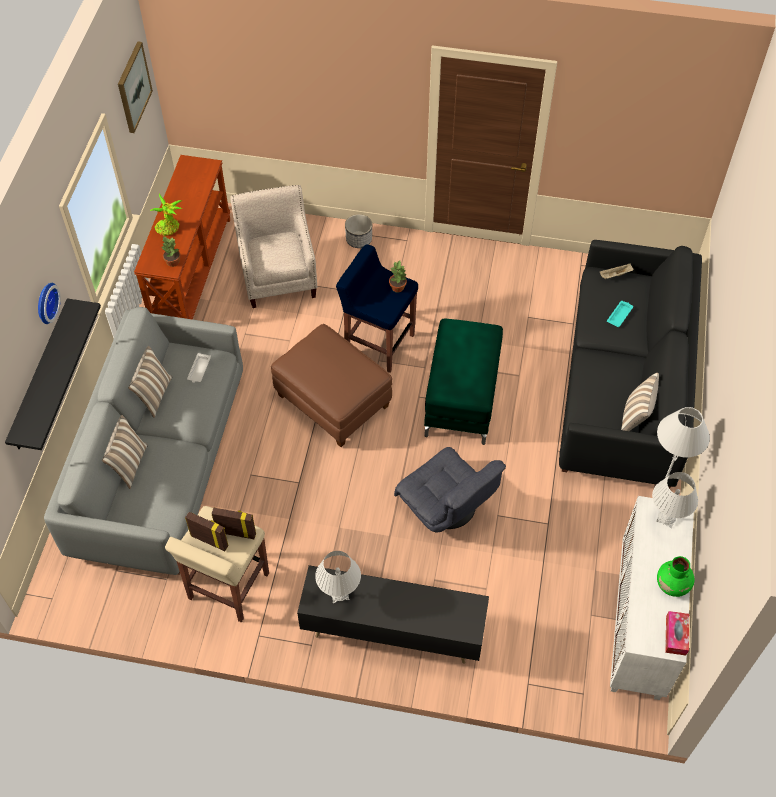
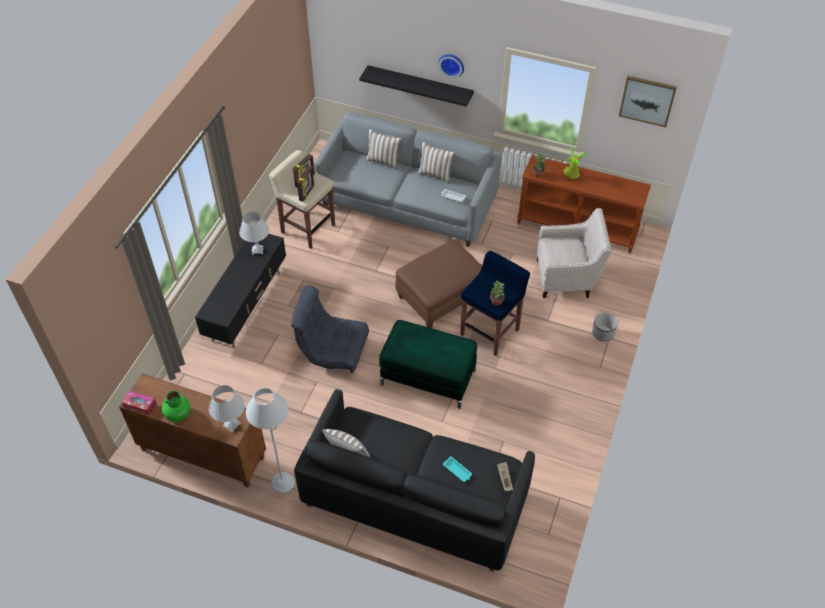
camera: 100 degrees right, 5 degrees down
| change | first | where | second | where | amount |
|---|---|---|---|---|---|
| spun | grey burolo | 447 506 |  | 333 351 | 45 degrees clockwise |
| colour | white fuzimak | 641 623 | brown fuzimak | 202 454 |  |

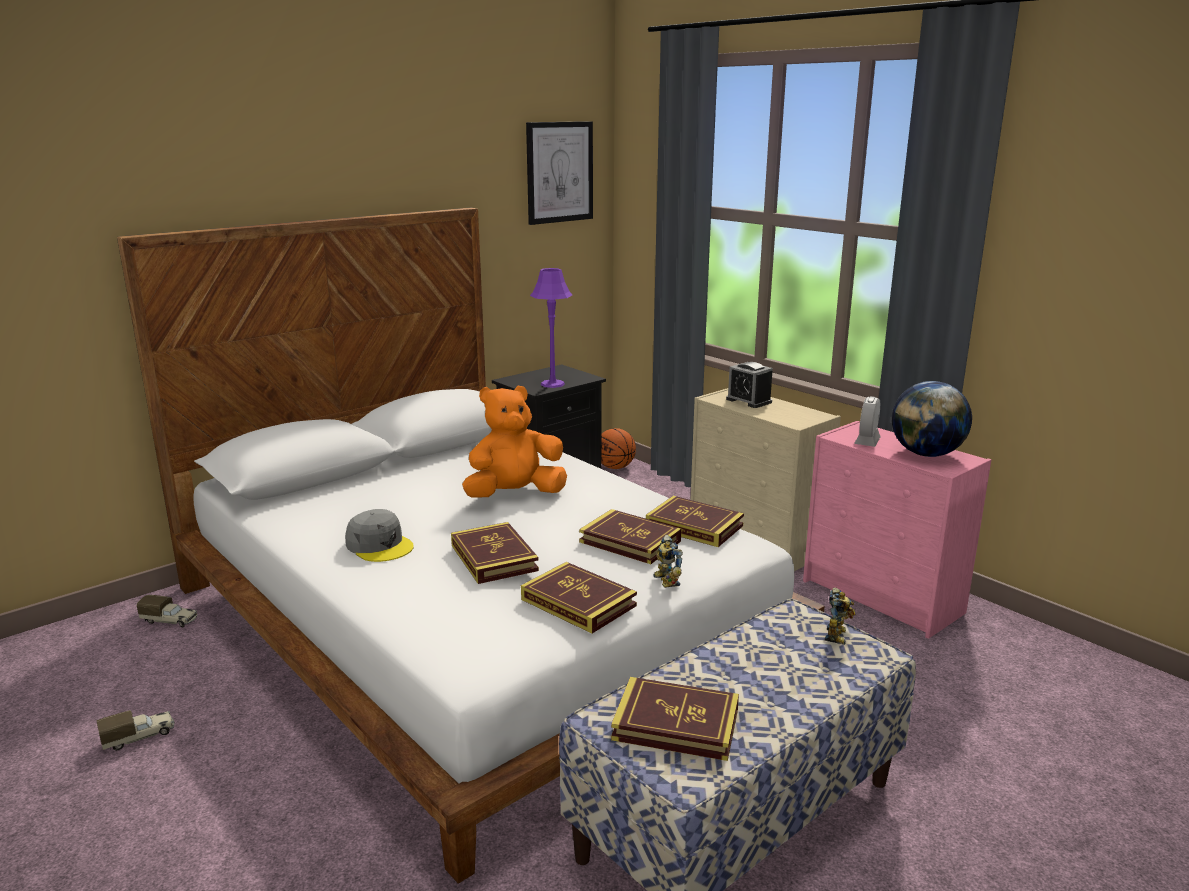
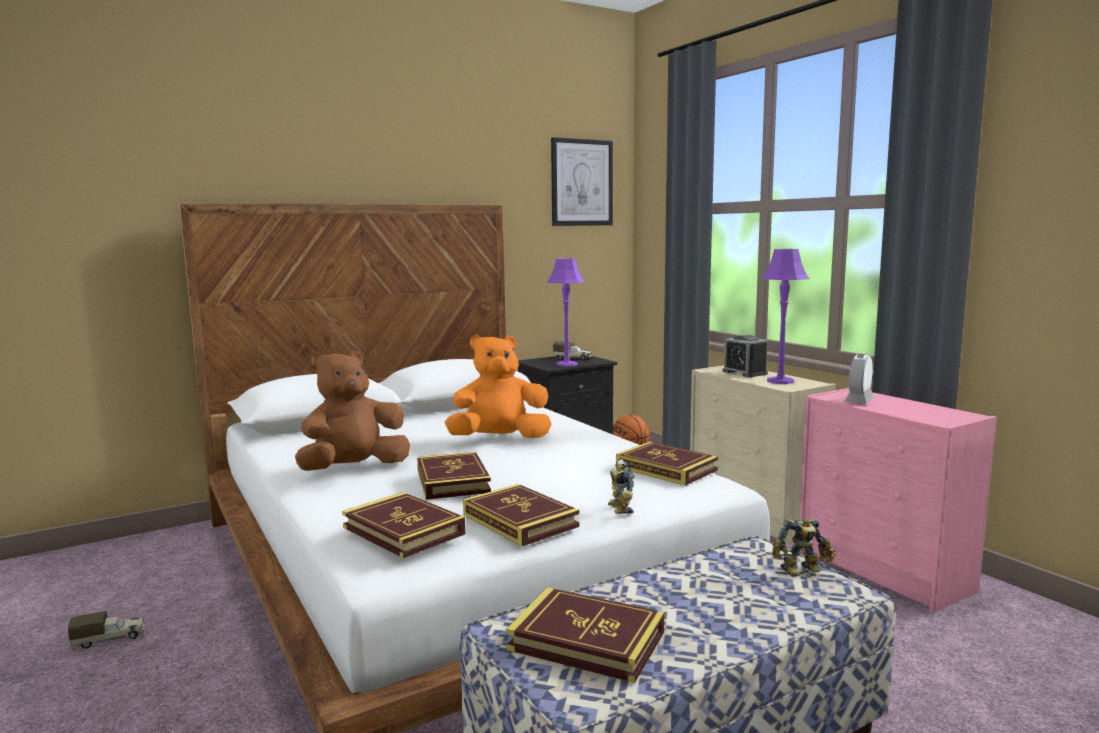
camera: 10 degrees right, 10 degrees down
| change | first | where | second | where | amount |
|---|---|---|---|---|---|
| relocated | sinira | 170 621 |  | 573 358 |  |
| exchanged | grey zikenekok | 379 545 | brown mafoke | 354 469 |  |
| relocated | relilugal | 630 541 |  | 403 531 |  |
| spun | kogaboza | 838 635 |  | 803 571 | 45 degrees clockwise |
| missing | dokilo | 926 454 |  |  |  |
| appeared |  |  | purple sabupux | 780 381 |  |

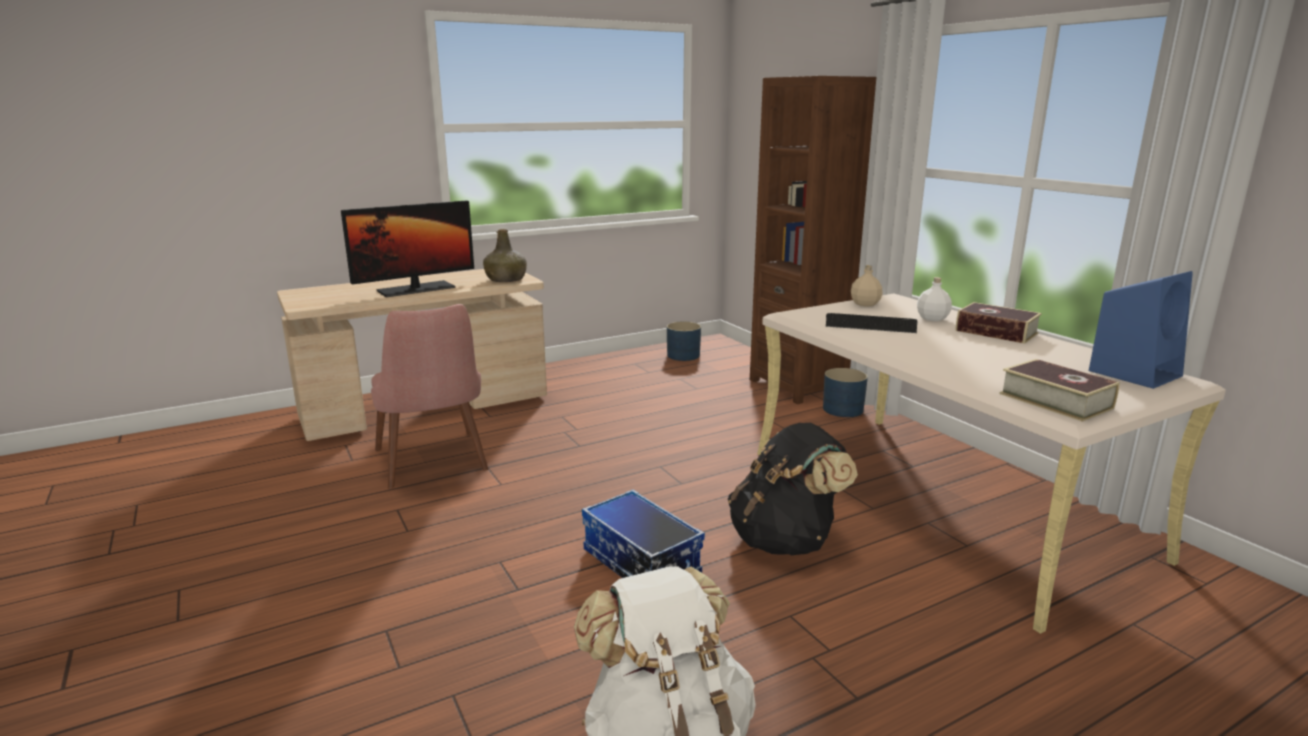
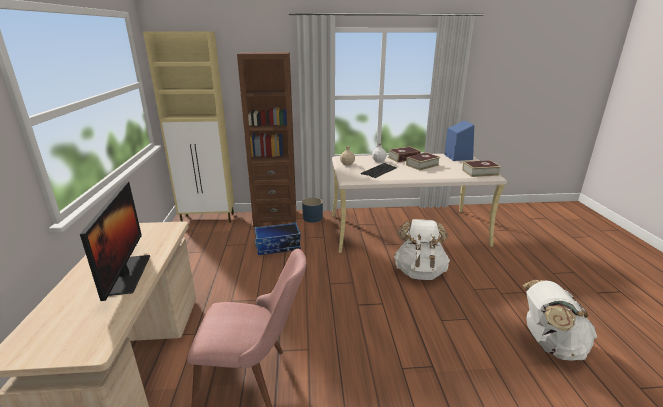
camera: 65 degrees left, 5 degrees up
| change | first | where | second | where | amount |
|---|---|---|---|---|---|
| missing | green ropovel | 506 279 |  |  |  |
| relocated | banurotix | 640 563 |  | 277 247 |  |
| missing | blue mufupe | 683 355 |  |  |  |
| colour | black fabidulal | 785 540 | white fabidulal | 419 271 |  |
| appeared |  |  | beige fuzimak | 209 218 |  |
| appeared |  |  | relilugal | 422 165 |  |

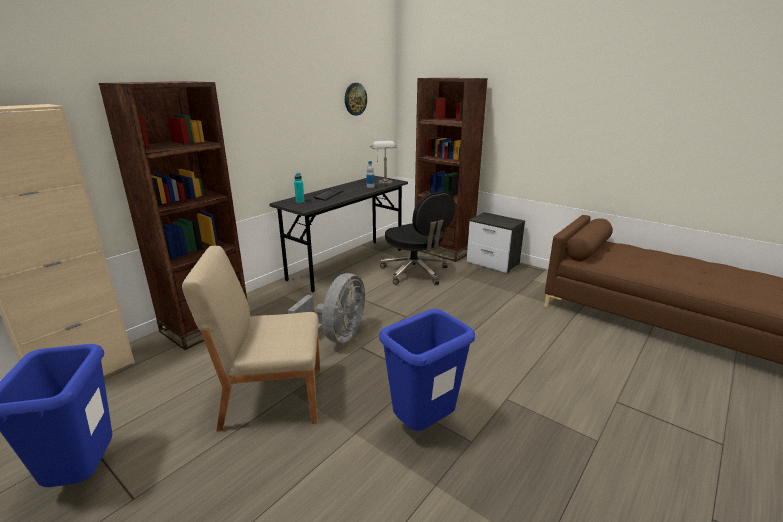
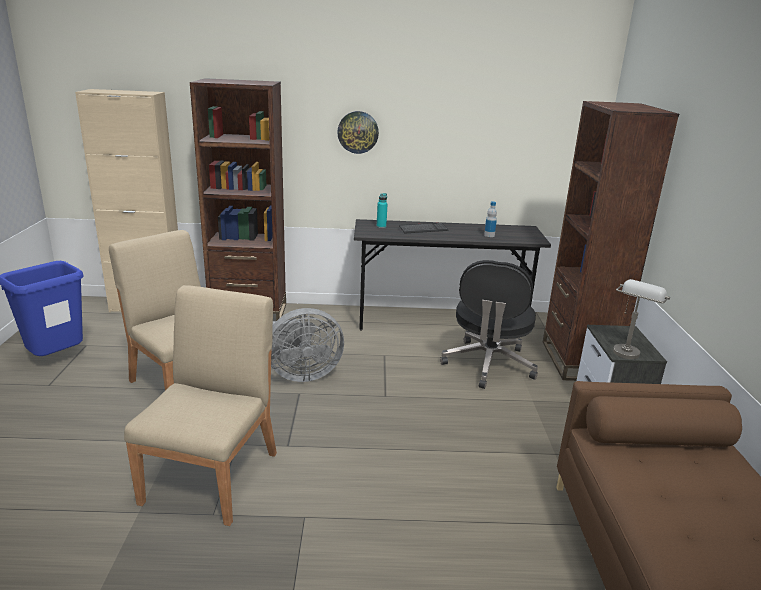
camera: 50 degrees right, 0 degrees up
| change | first | where | second | where | amount |
|---|---|---|---|---|---|
| relocated | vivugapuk | 355 99 |  | 358 132 |  |
| relocated | grey sabupux | 383 182 |  | 628 349 |  |
| exchanged | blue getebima | 424 426 | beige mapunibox | 213 476 |  |

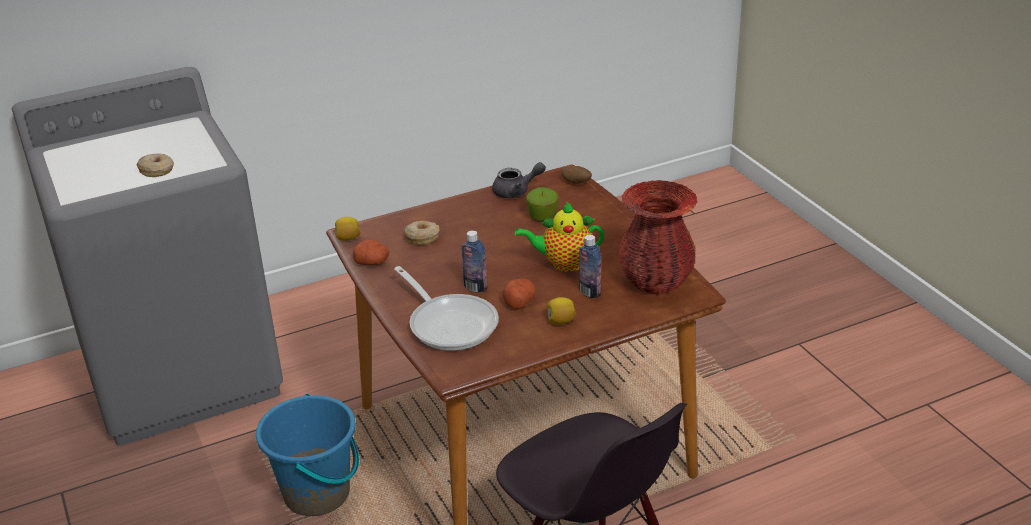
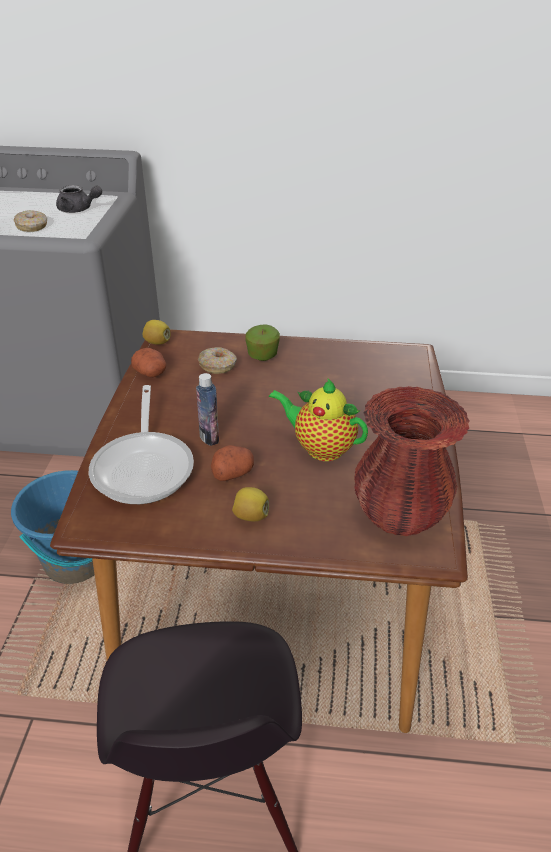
camera: 30 degrees right, 5 degrees up
| change | first | where | second | where | amount |
|---|---|---|---|---|---|
| relocated | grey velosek | 516 191 |  | 78 210 |  |
| relocated | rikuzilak | 542 216 |  | 262 355 |  |
| missing | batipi | 576 183 |  |  |  |
| missing | ropovel | 590 292 |  |  |  |

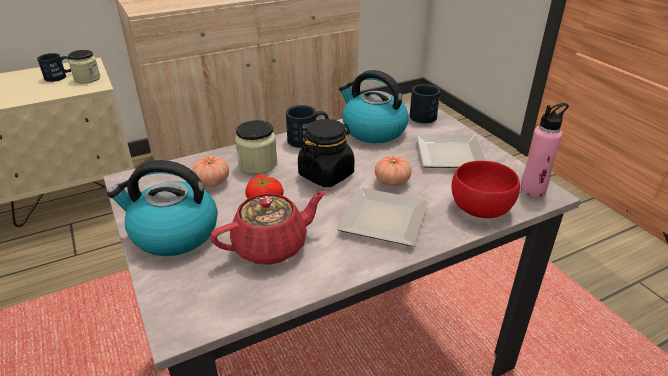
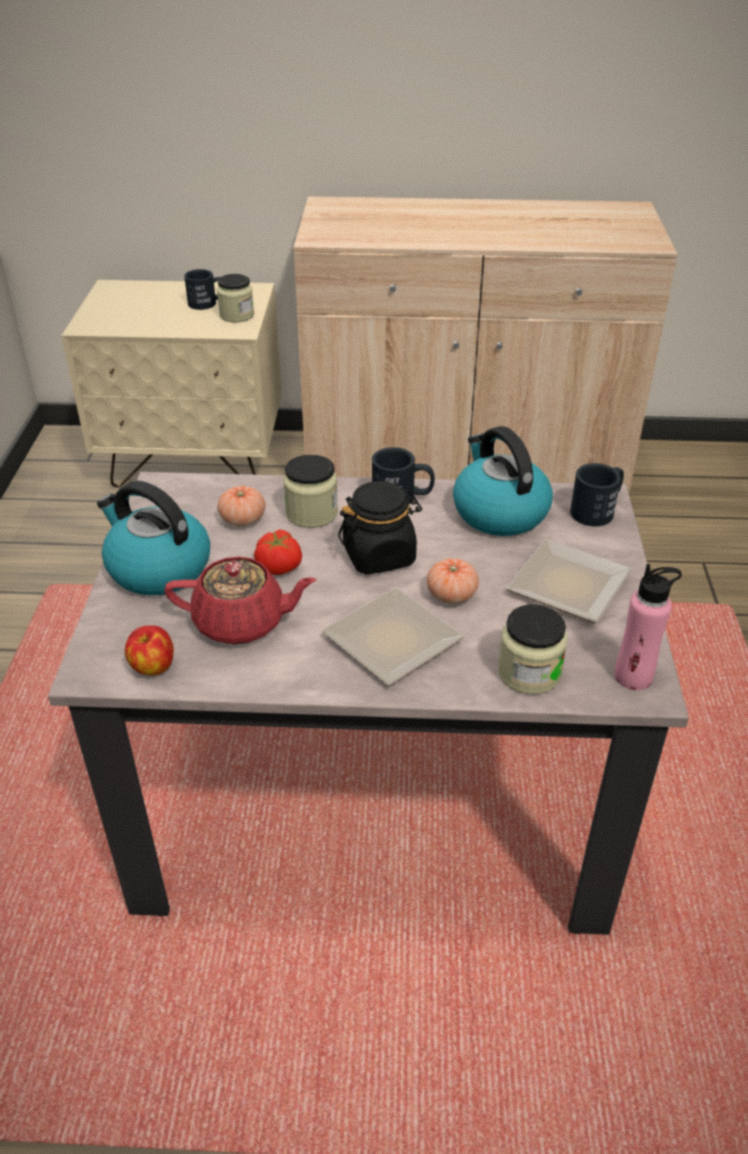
camera: 30 degrees right, 5 degrees up
| change | first | where | second | where | amount |
|---|---|---|---|---|---|
| exchanged | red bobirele | 479 208 | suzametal | 529 673 |  |
| appeared |  |  | rikuzilak | 152 667 |  |

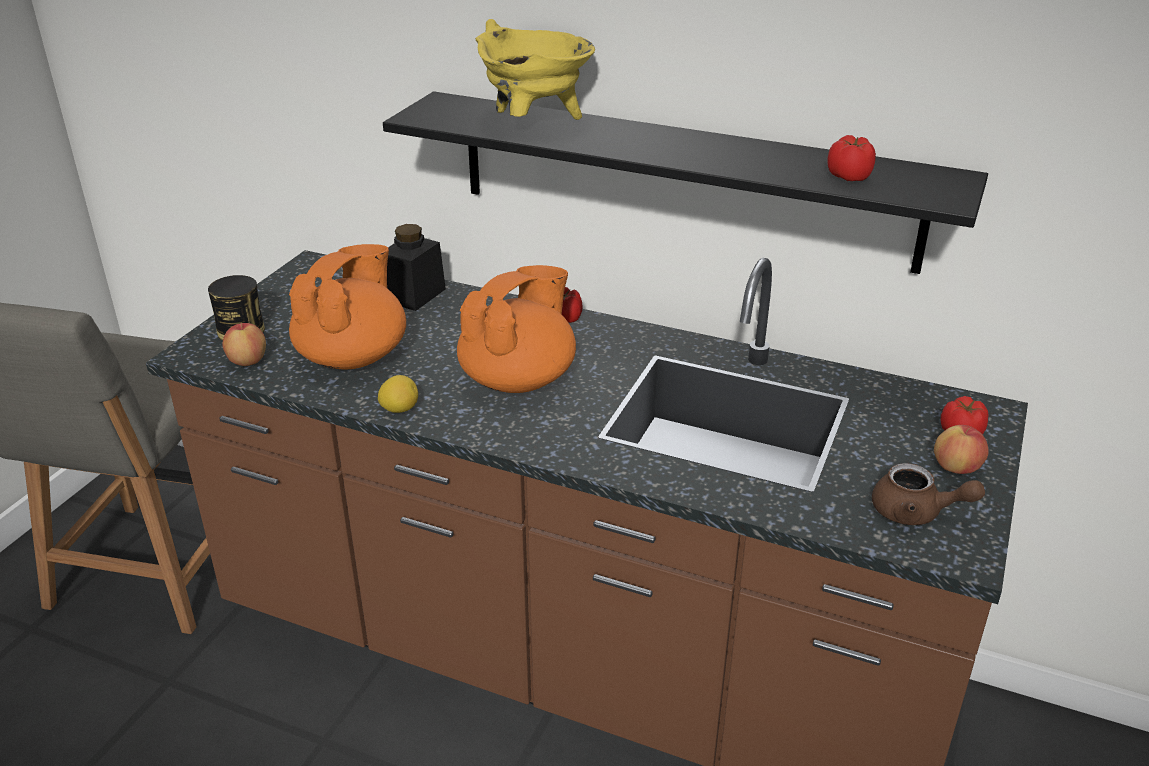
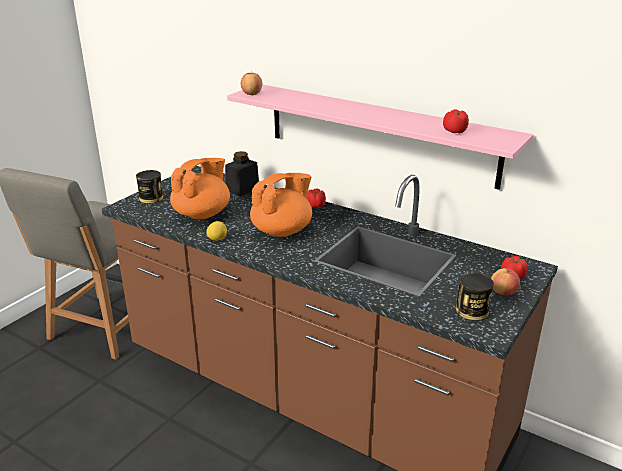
camera: 10 degrees right, 5 degrees down
| change | first | where | second | where | amount |
|---|---|---|---|---|---|
| relocated | rikuzilak | 248 361 |  | 252 94 |  |
| colour | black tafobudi | 683 180 | pink tafobudi | 379 133 |  |
| missing | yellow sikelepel | 534 123 |  |  |  |
| exchanged | brown velosek | 916 513 | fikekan | 472 311 |  |

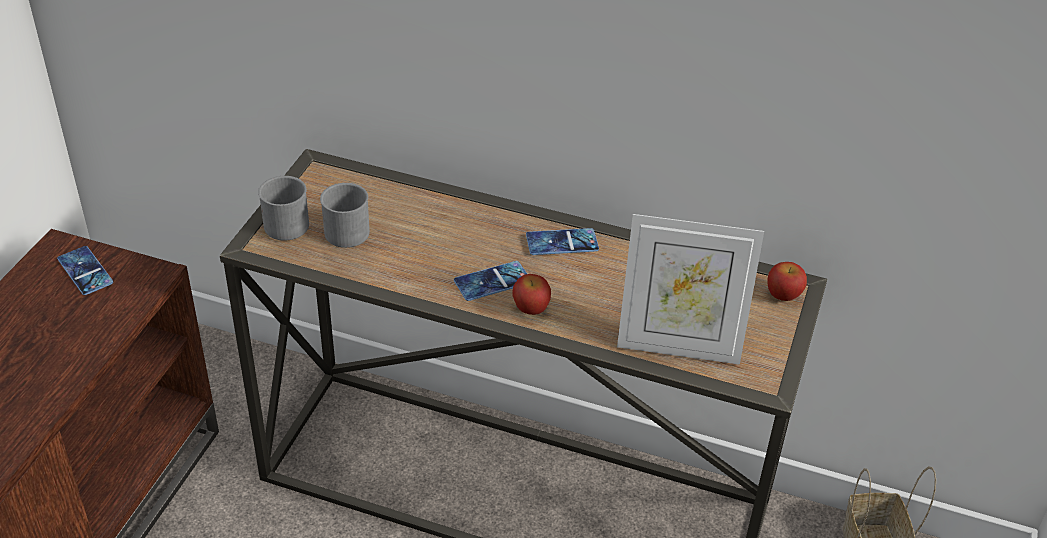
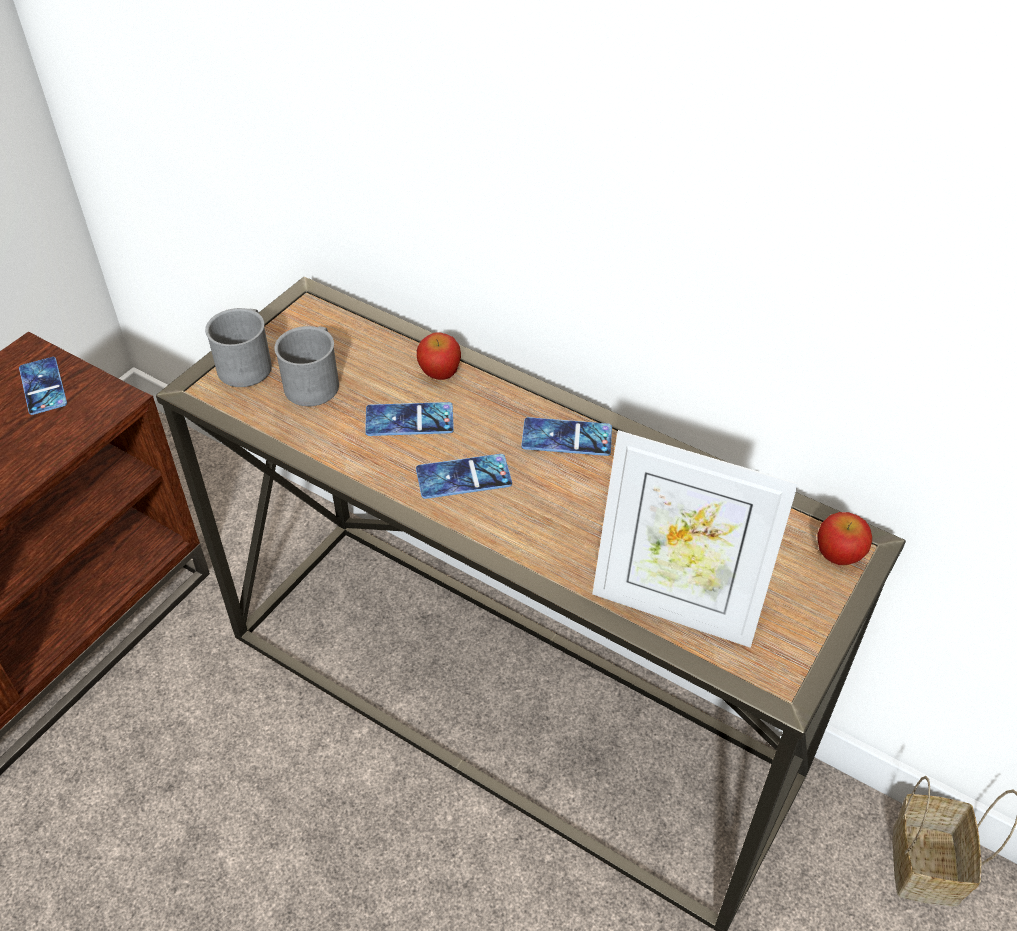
camera: 15 degrees right, 5 degrees up
| change | first | where | second | where | amount |
|---|---|---|---|---|---|
| relocated | rikuzilak | 530 308 |  | 439 372 |  |
| appeared |  |  | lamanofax | 409 420 |  |

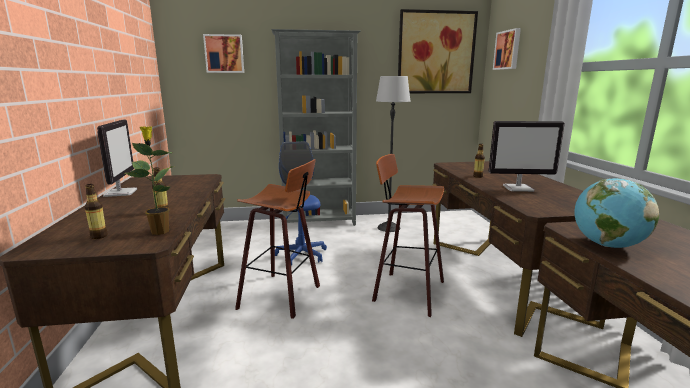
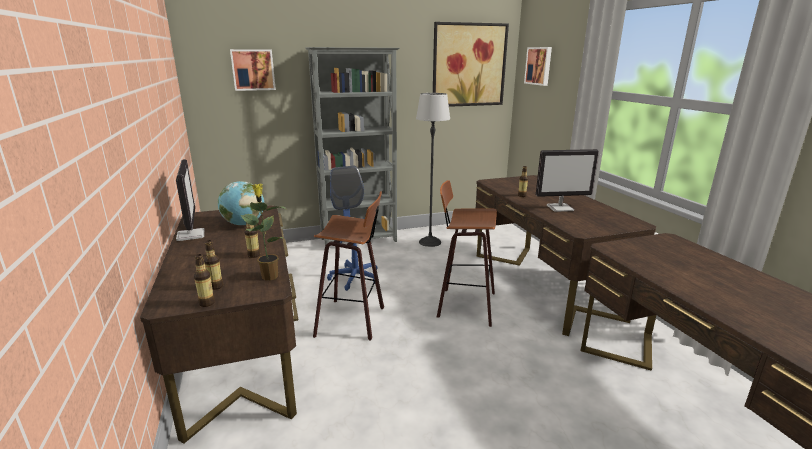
camera: 10 degrees left, 5 degrees up
| change | first | where | second | where | amount |
|---|---|---|---|---|---|
| relocated | dokilo | 607 245 |  | 244 224 |  |
| appeared |  |  | ropovel | 207 303 |  |

